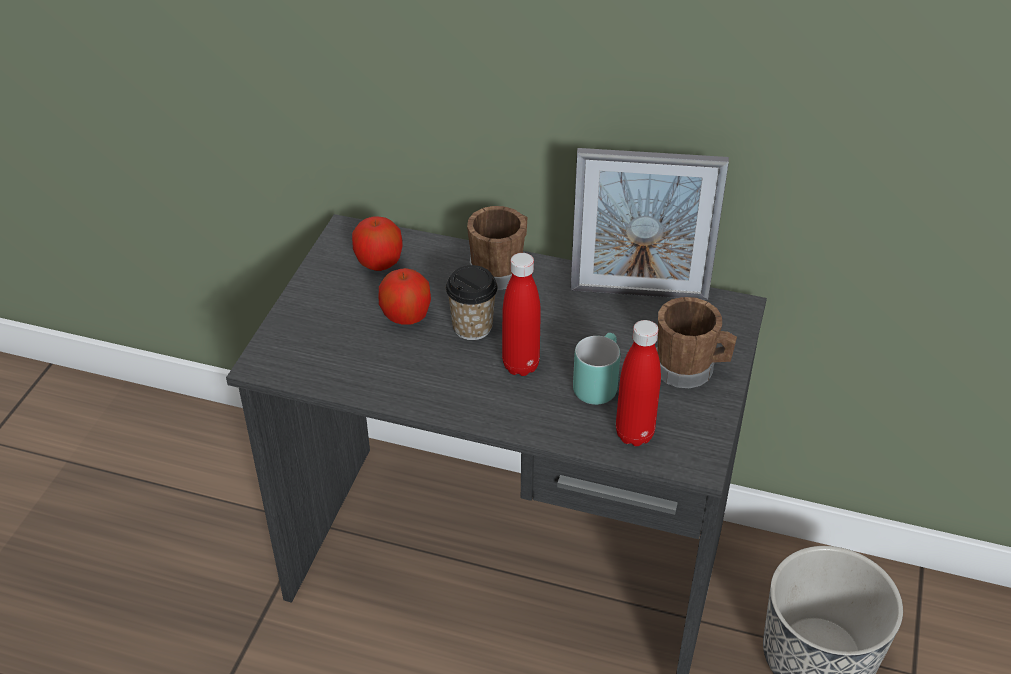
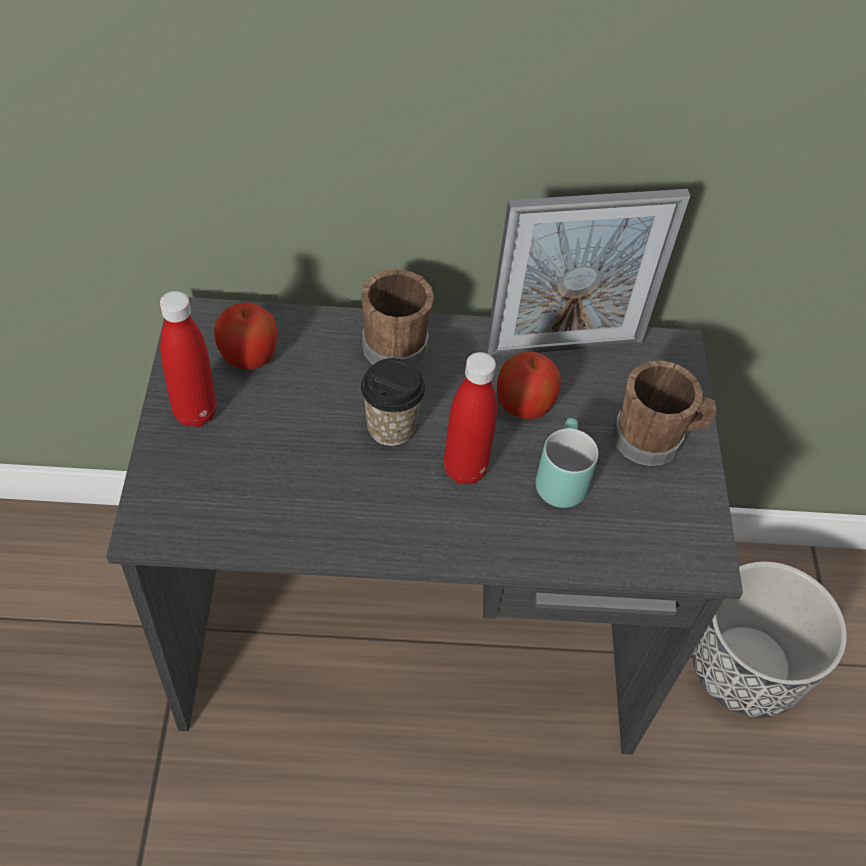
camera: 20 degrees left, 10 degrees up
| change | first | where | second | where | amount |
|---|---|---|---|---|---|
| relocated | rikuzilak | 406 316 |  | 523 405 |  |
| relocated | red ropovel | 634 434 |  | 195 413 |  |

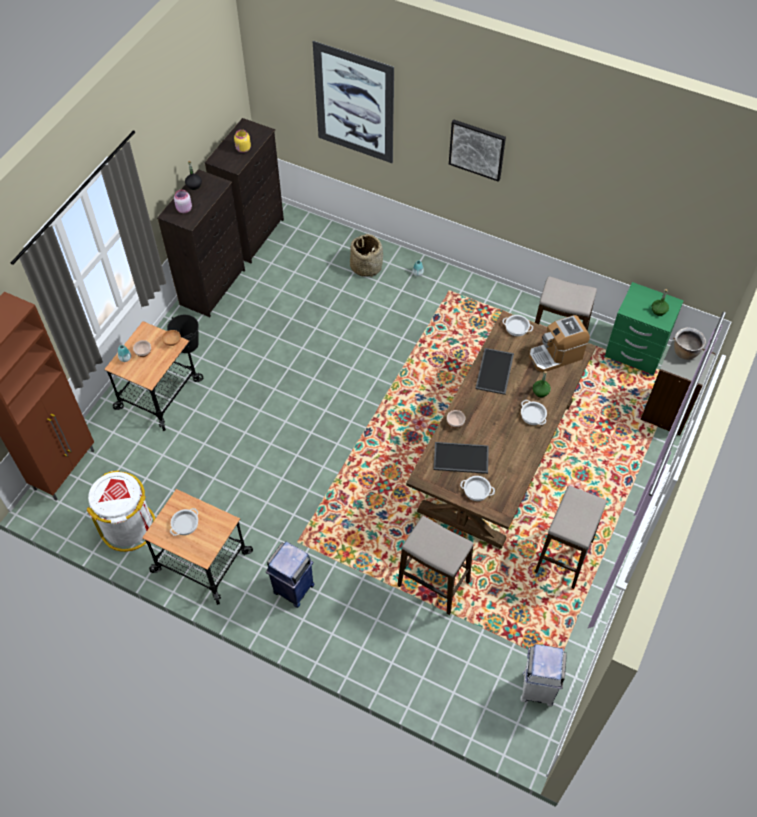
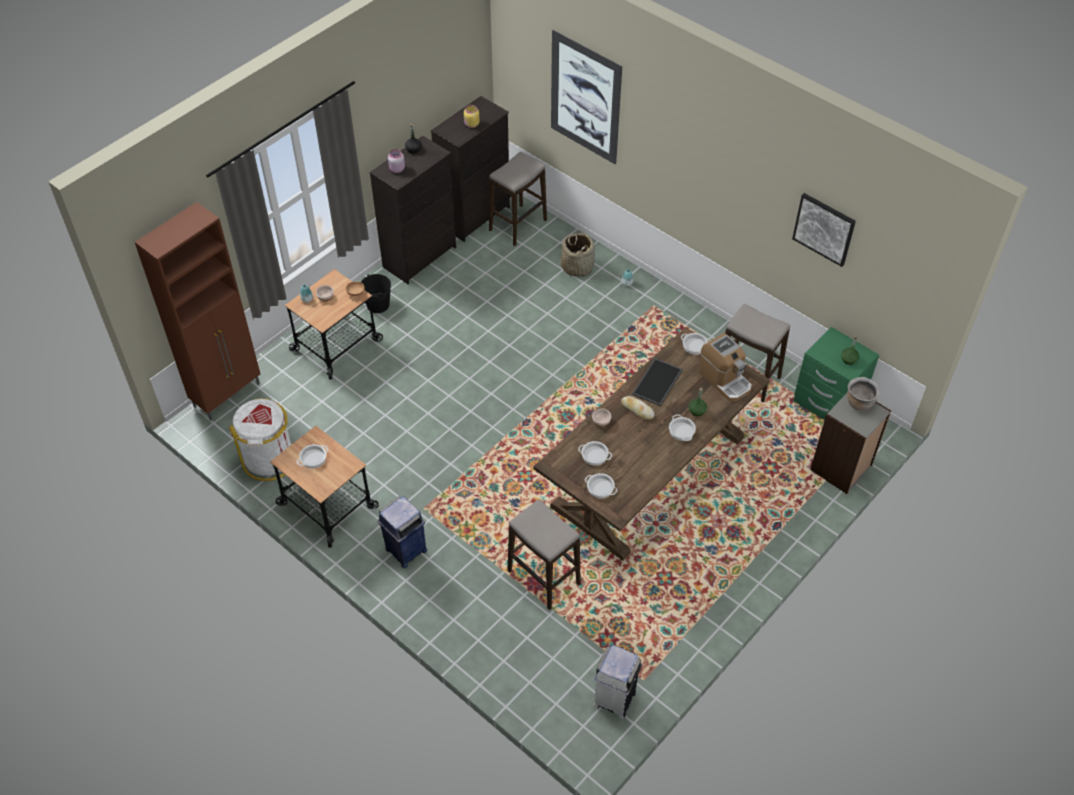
camera: 15 degrees right, 5 degrees down
| change | first | where | second | where | amount |
|---|---|---|---|---|---|
| exchanged | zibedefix | 460 458 | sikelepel | 594 455 |  |
| relocated | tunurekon | 477 149 |  | 824 229 |  |
| spun | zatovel | 556 355 |  | 725 380 | 120 degrees counterclockwise |
| relocated | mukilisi | 564 556 |  | 518 225 |  |
| appeared |  |  | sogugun | 637 409 |  |

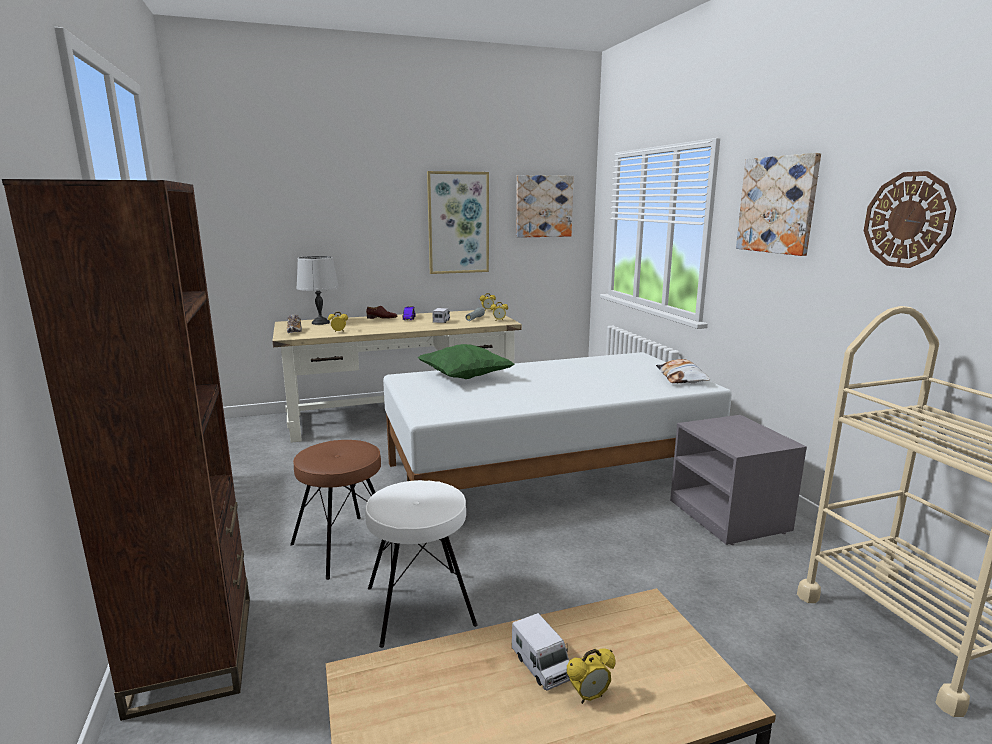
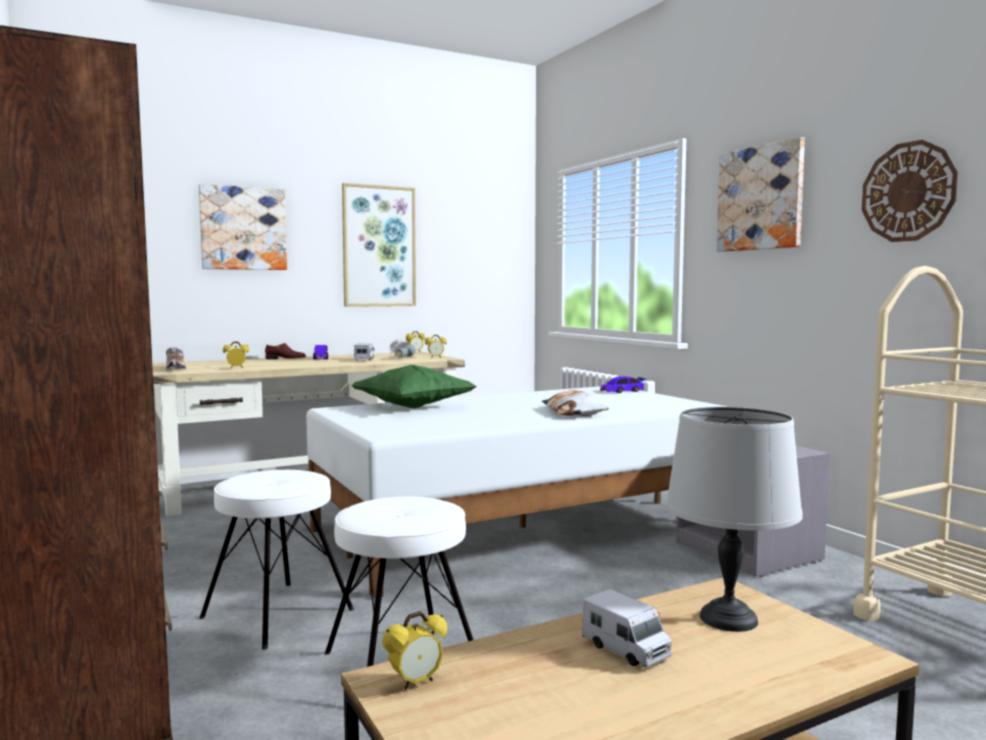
camera: 10 degrees left, 10 degrees down
| change | first | where | second | where | amount |
|---|---|---|---|---|---|
| colour | brown mukilisi | 343 545 | white mukilisi | 276 613 |  |
| relocated | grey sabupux | 320 323 |  | 728 619 |  |
| relocated | tunurekon | 543 206 |  | 243 228 |  |
| relocated | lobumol | 589 696 |  | 416 683 |  |
| relocated | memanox | 681 377 |  | 574 412 |  |
| appeared |  |  | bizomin | 623 391 |  |

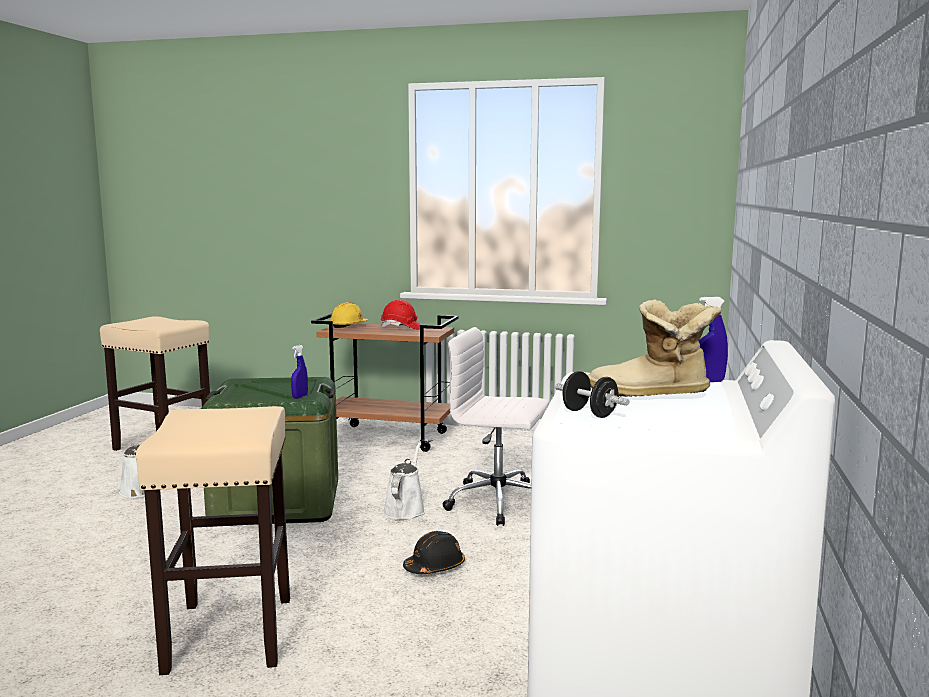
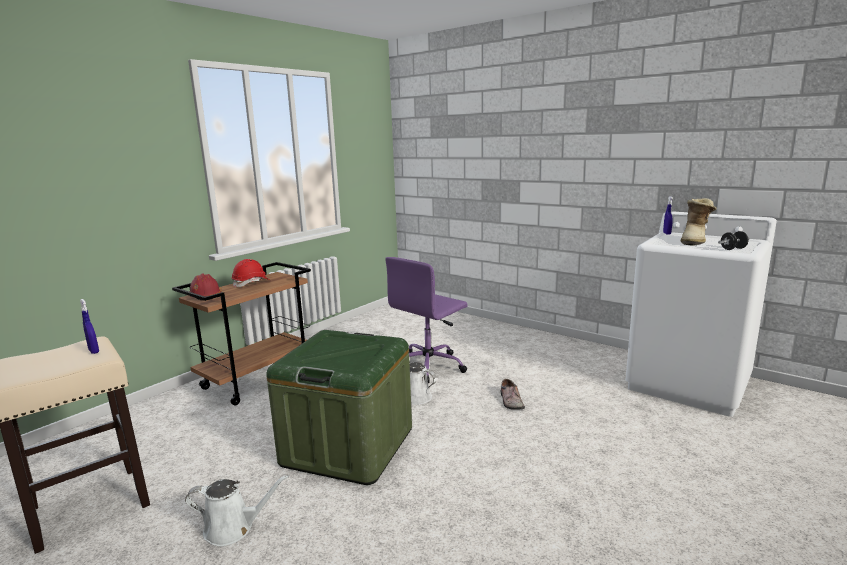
camera: 65 degrees left, 5 degrees up
| change | first | where | second | where | amount |
|---|---|---|---|---|---|
| missing | beige mukilisi | 230 635 |  |  |  |
| relocated | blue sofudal | 300 397 |  | 94 351 |  |
| colour | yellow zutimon | 348 326 | red zutimon | 205 296 |  |
| exchanged | black zutimon | 435 567 | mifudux | 510 401 |  |
| colour | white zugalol | 499 502 | purple zugalol | 429 365 |  |

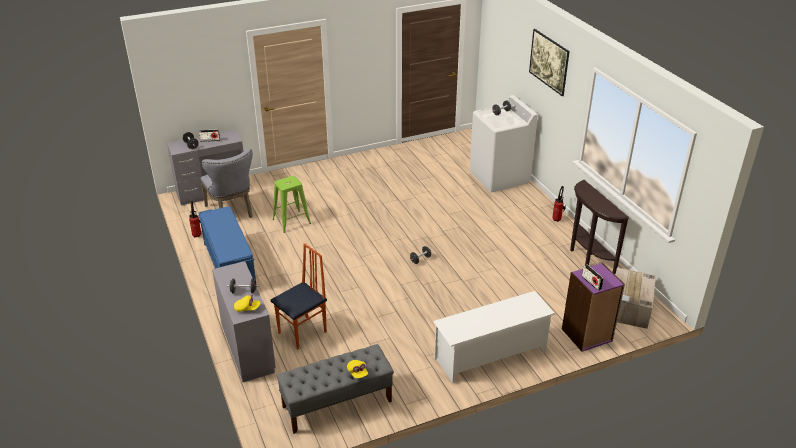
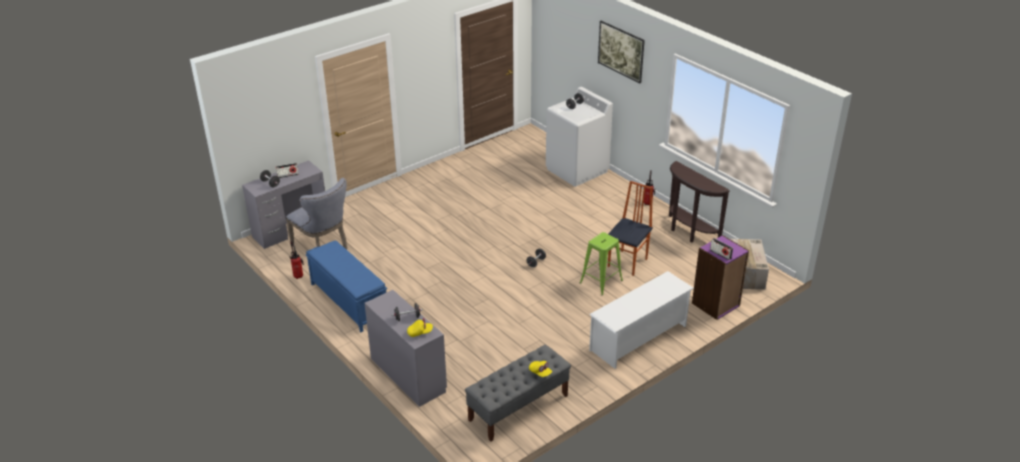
camera: 15 degrees left, 0 degrees up
| change | first | where | second | where | amount |
|---|---|---|---|---|---|
| relocated | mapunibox | 303 332 |  | 628 263 |  |
| relocated | green mukilisi | 291 221 |  | 600 282 |  |

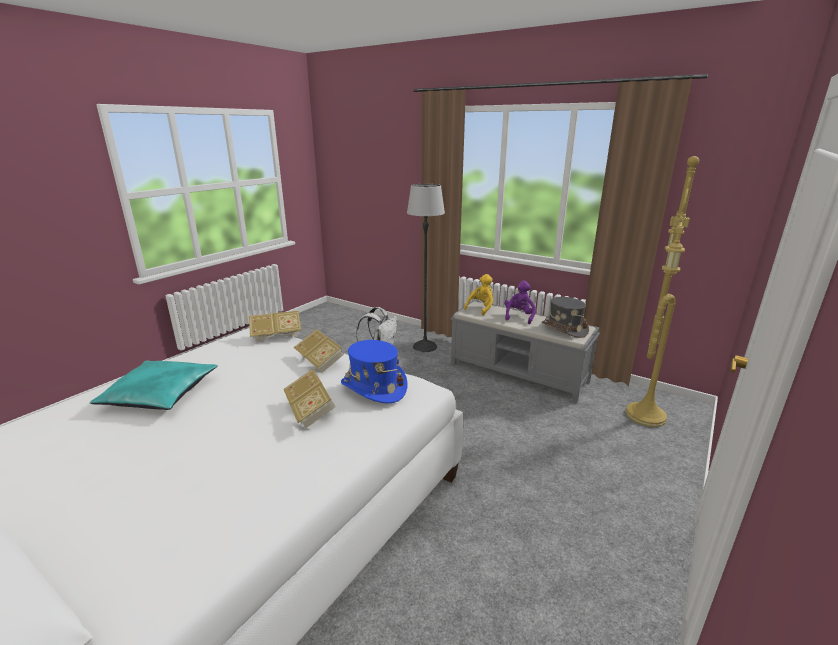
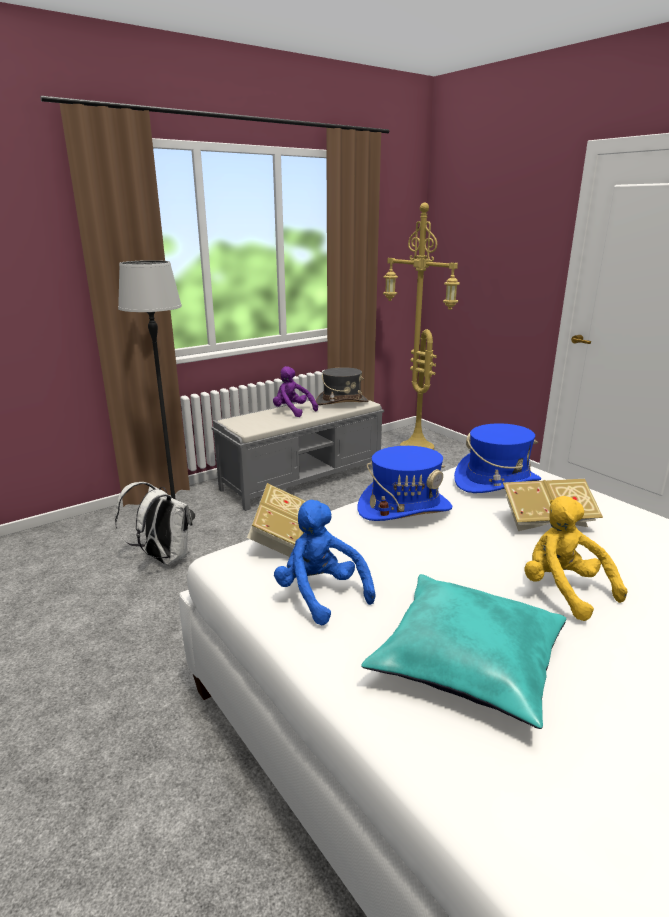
camera: 70 degrees left, 0 degrees up
| change | first | where | second | where | amount |
|---|---|---|---|---|---|
| exchanged | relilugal | 320 361 | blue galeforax | 404 508 |  |
| relocated | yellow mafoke | 481 308 |  | 563 590 |  |
| appeared |  |  | blue mafoke | 320 594 |  |

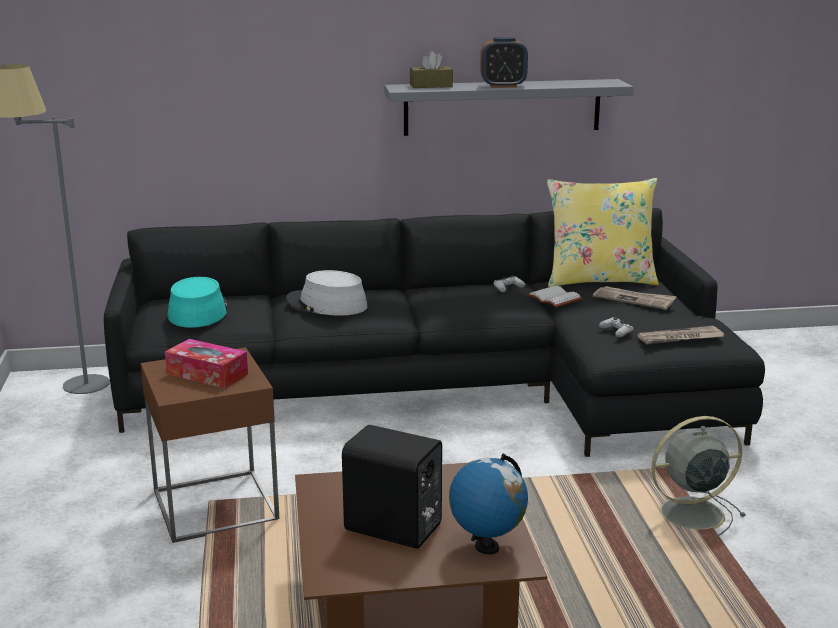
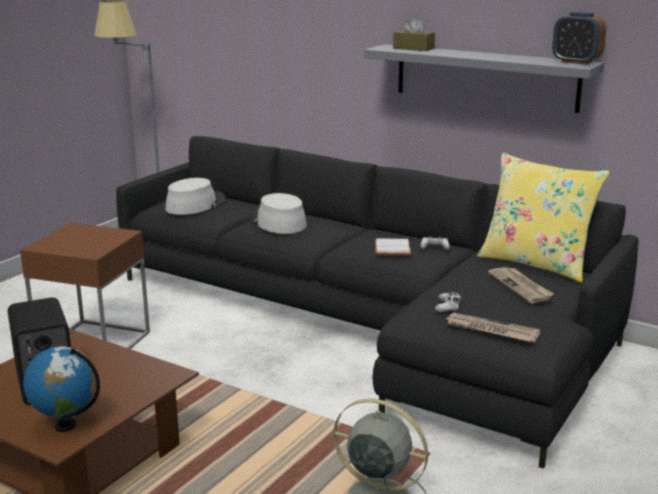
camera: 40 degrees right, 0 degrees up
| change | first | where | second | where | amount |
|---|---|---|---|---|---|
| missing | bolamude | 207 374 |  |  |  |
| colour | turquoise galeforax | 197 311 | grey galeforax | 195 204 |  |
| relocated | lobumol | 503 86 |  | 576 62 |  |
| relocated | white relilugal | 553 299 |  | 391 248 |  |

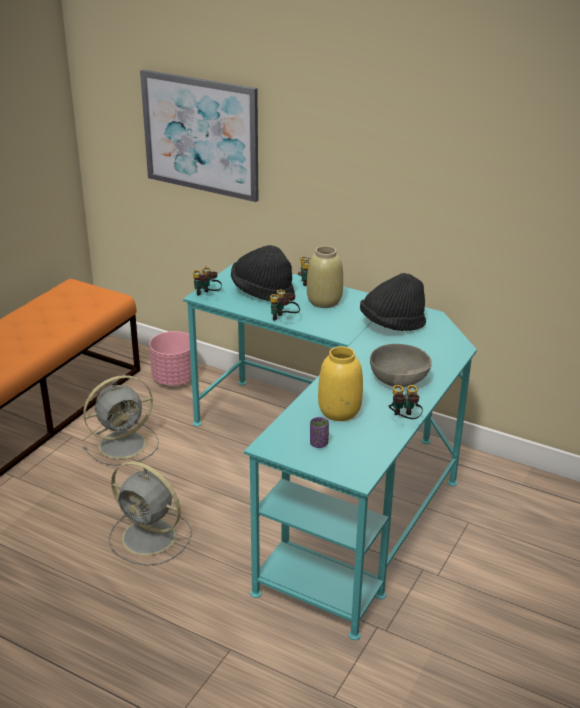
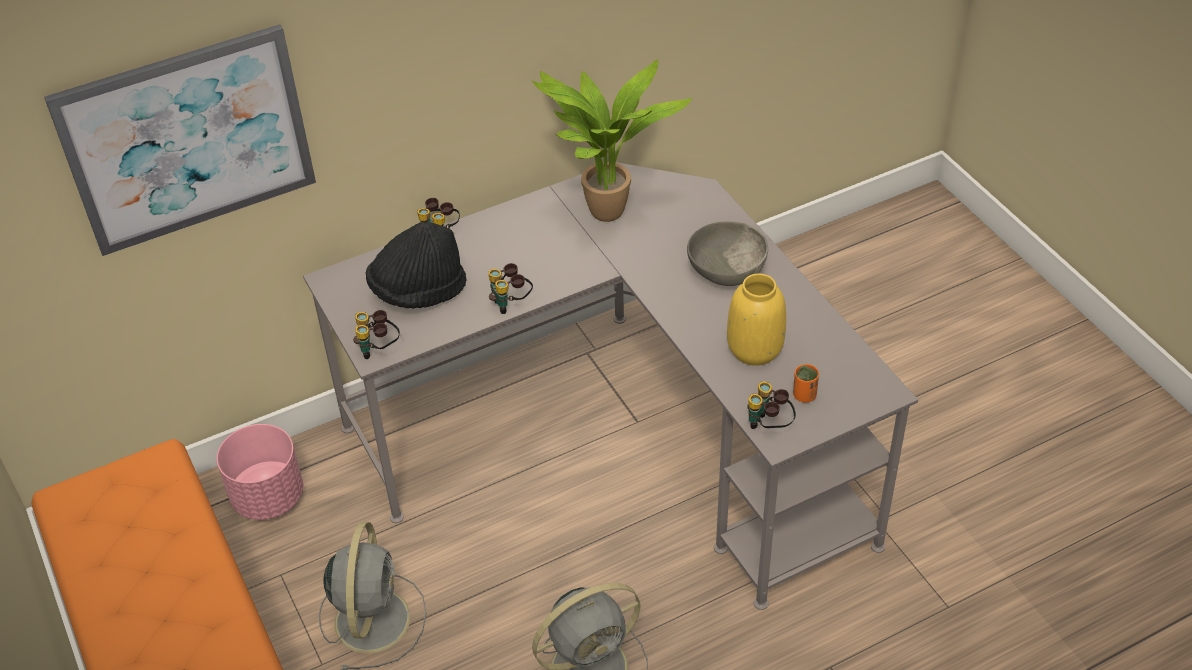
camera: 55 degrees left, 15 degrees up
| change | first | where | second | where | amount |
|---|---|---|---|---|---|
| colour | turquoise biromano | 332 479 | grey biromano | 620 437 |  |
| missing | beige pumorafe | 323 301 |  |  |  |
| colour | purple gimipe | 318 444 | orange gimipe | 804 395 |  |
| exchanged | black galeforax | 392 324 | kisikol | 607 217 |  |
| relocated | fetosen | 403 420 |  | 768 426 |  |

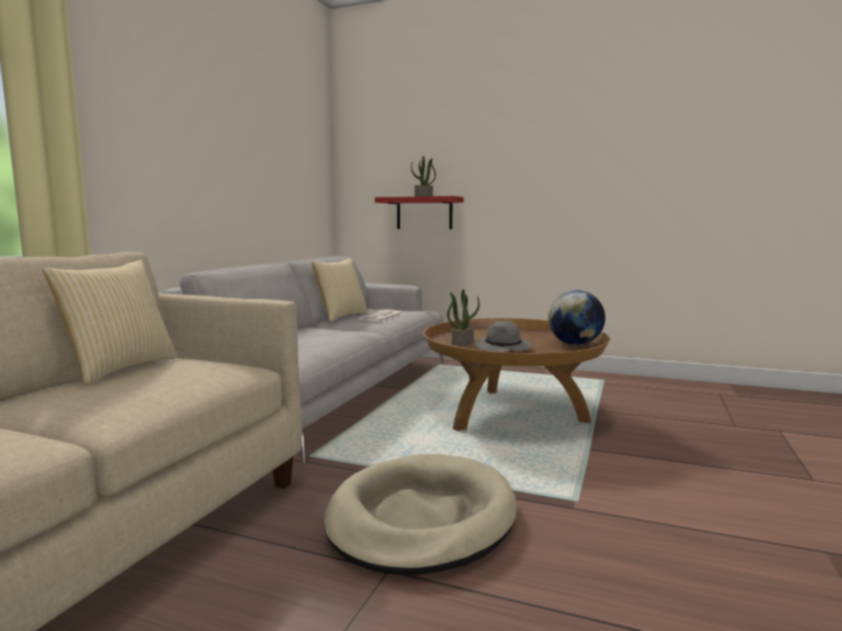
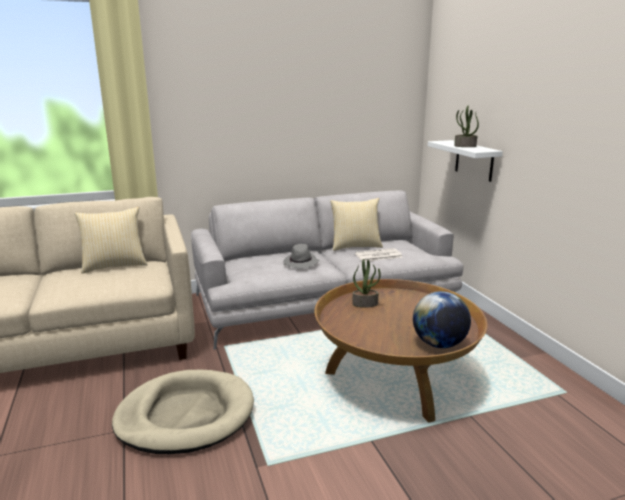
camera: 50 degrees right, 10 degrees up
| change | first | where | second | where | amount |
|---|---|---|---|---|---|
| colour | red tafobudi | 424 213 | white tafobudi | 474 160 |  |
| relocated | grey galeforax | 504 349 |  | 301 263 |  |

